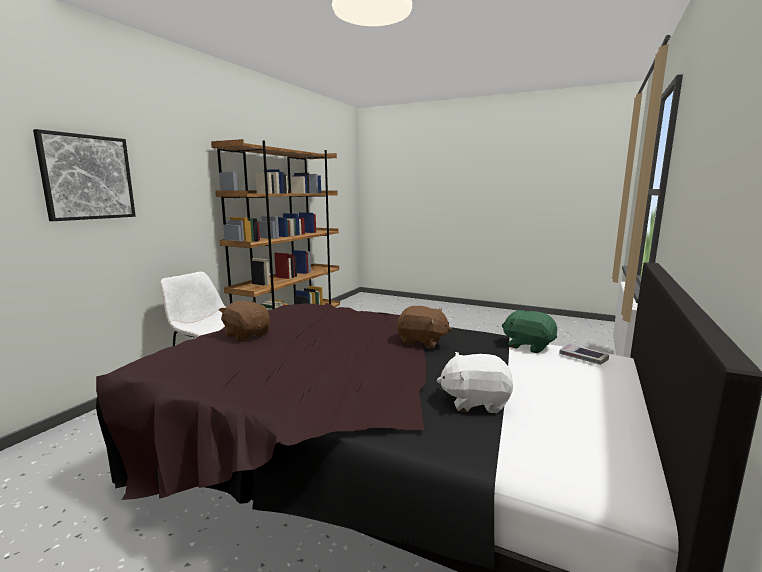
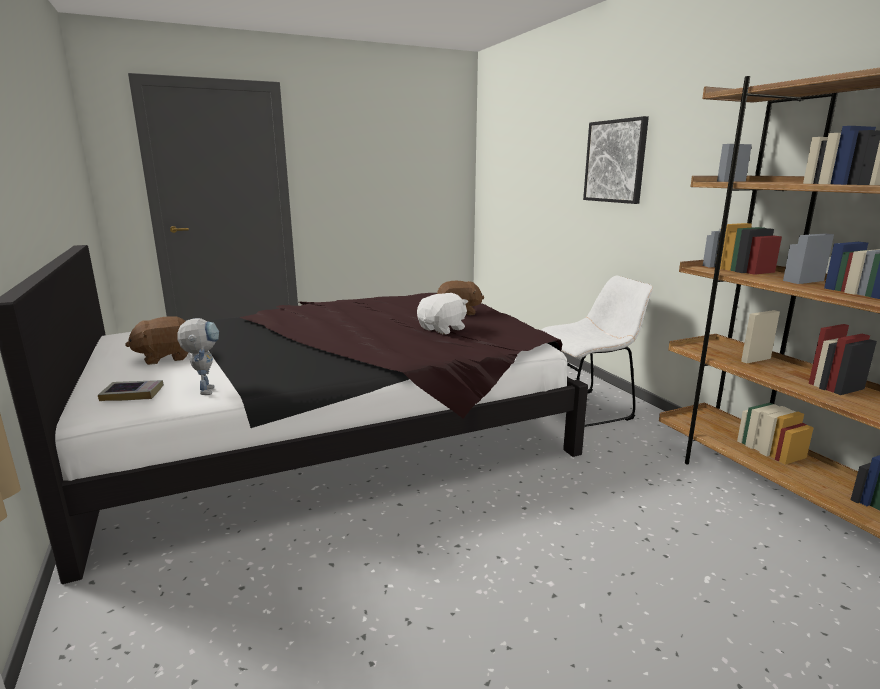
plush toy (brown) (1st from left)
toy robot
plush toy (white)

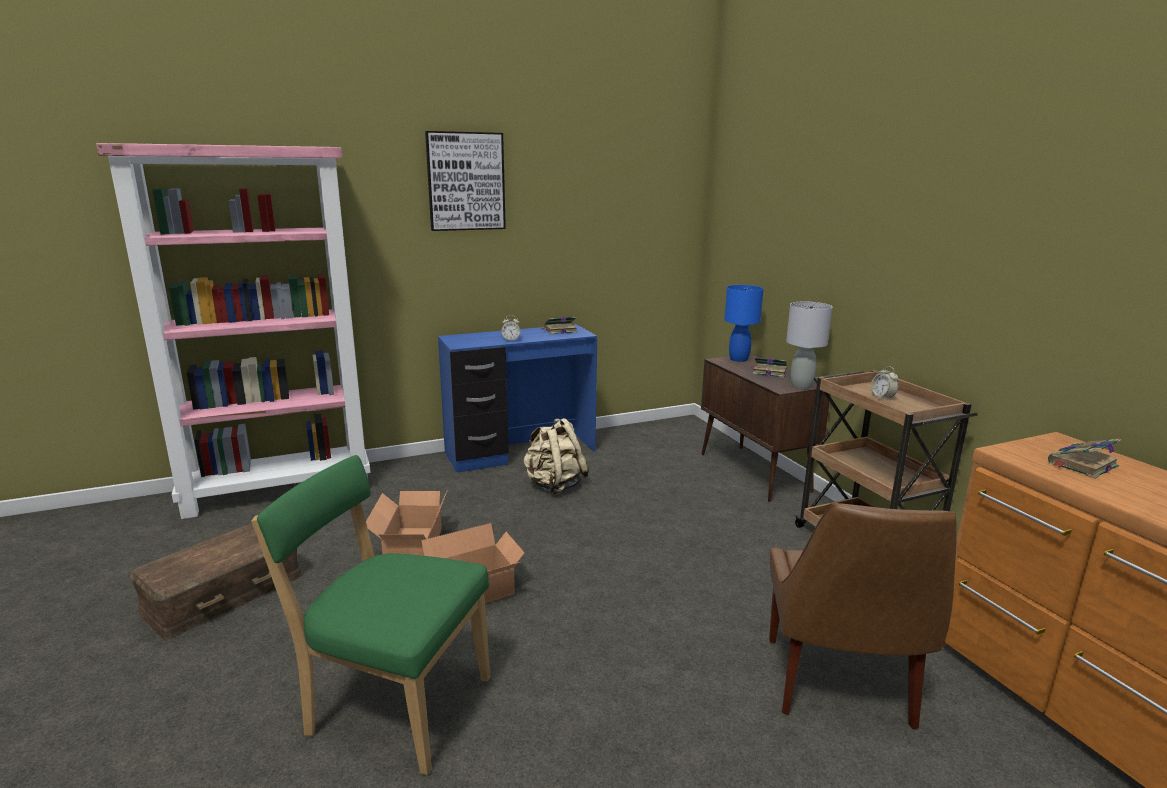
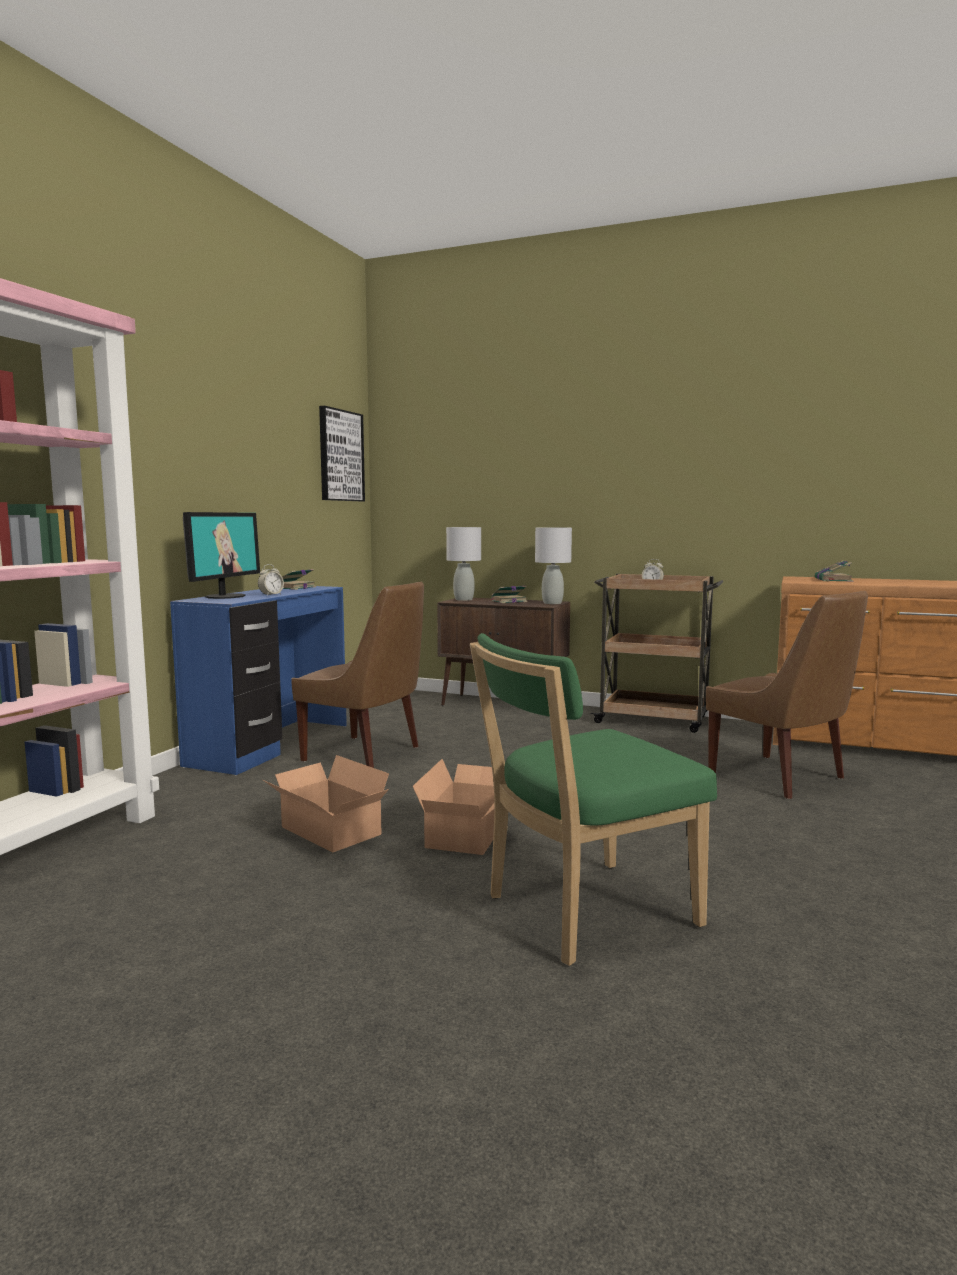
picture
table lamp (grey) (1st from left)
chair (brown) (1st from left)
storage box (brown)
monitor

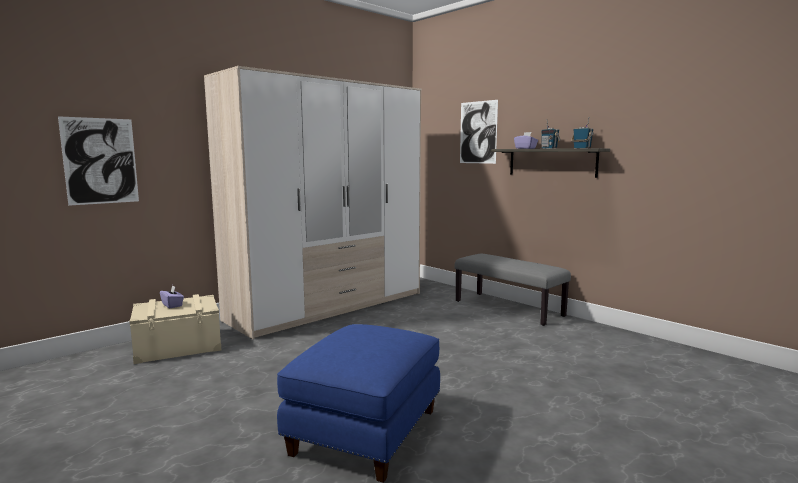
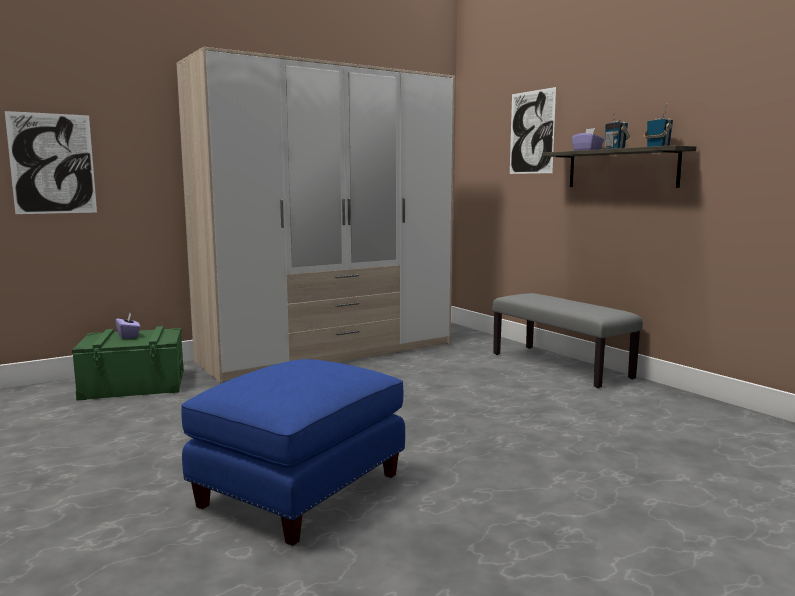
storage box (green)

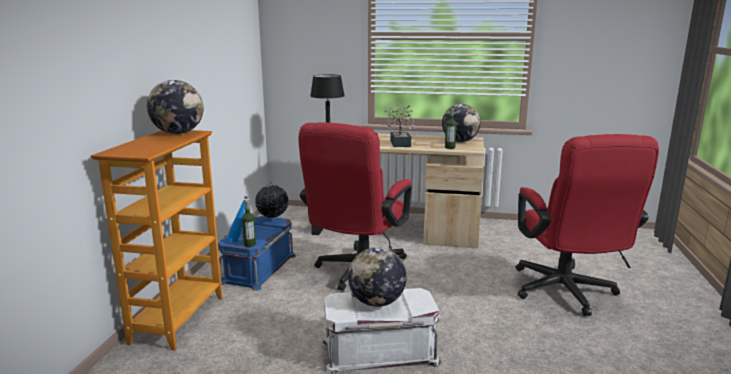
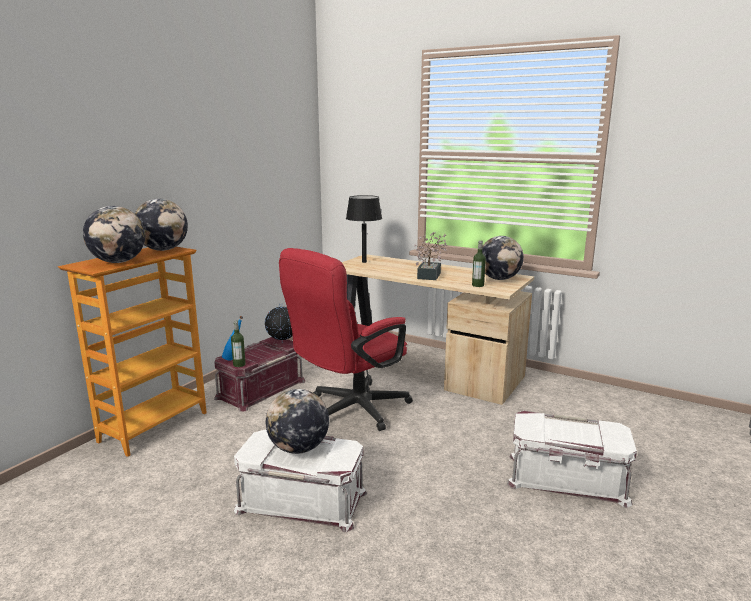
storage box (white) (2nd from left)
storage box (red)
globe (1st from left)

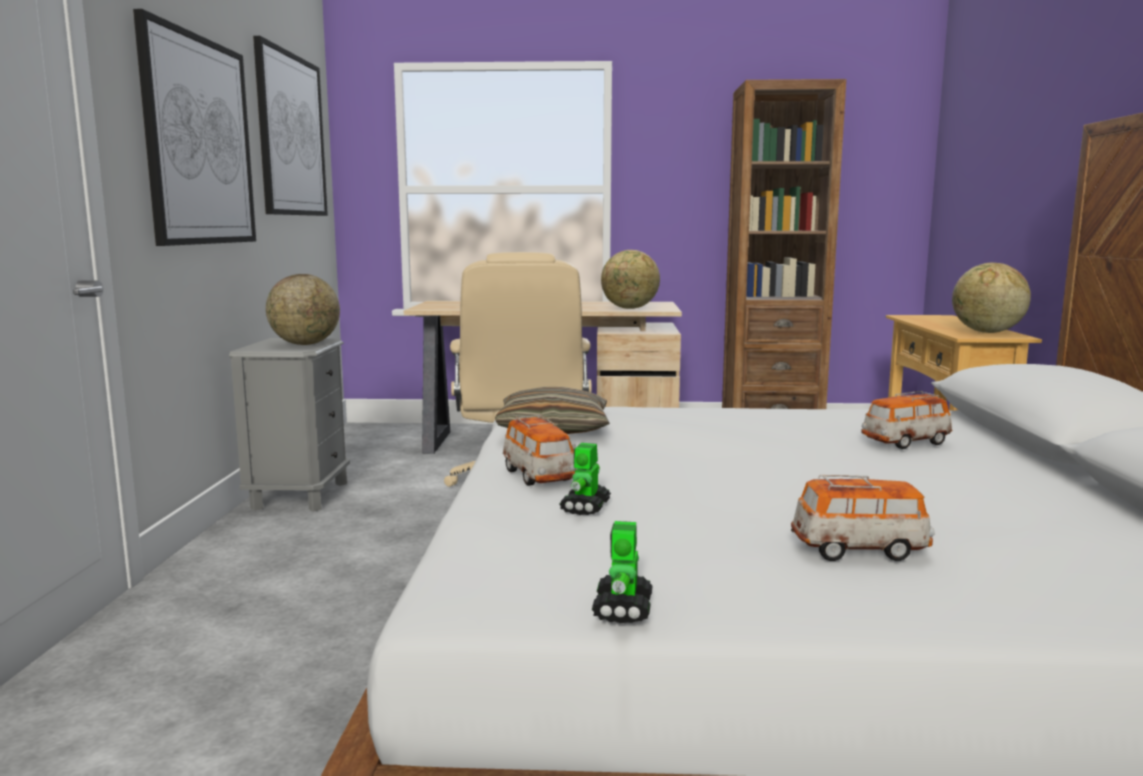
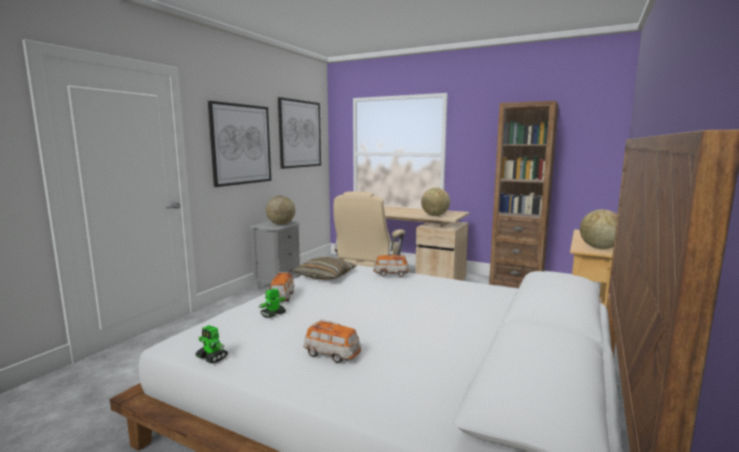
toy car (3rd from left)
toy robot (1st from left)

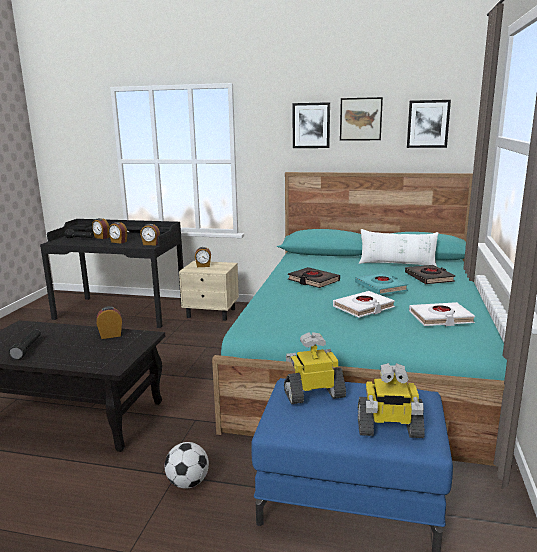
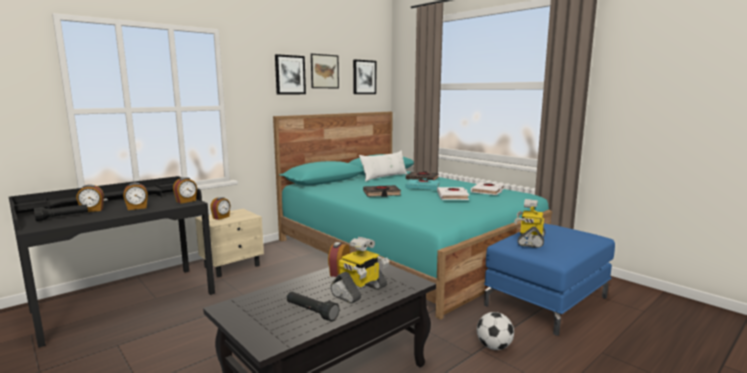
toy robot (1st from left)

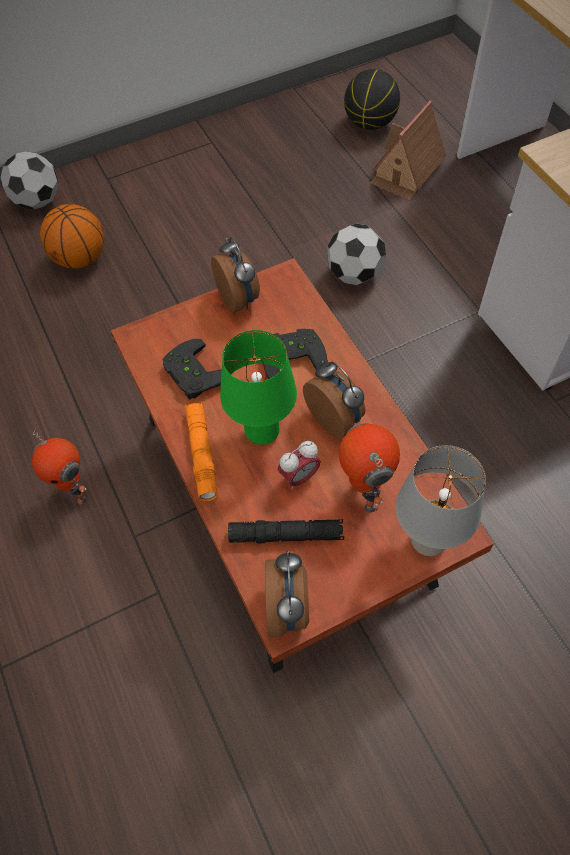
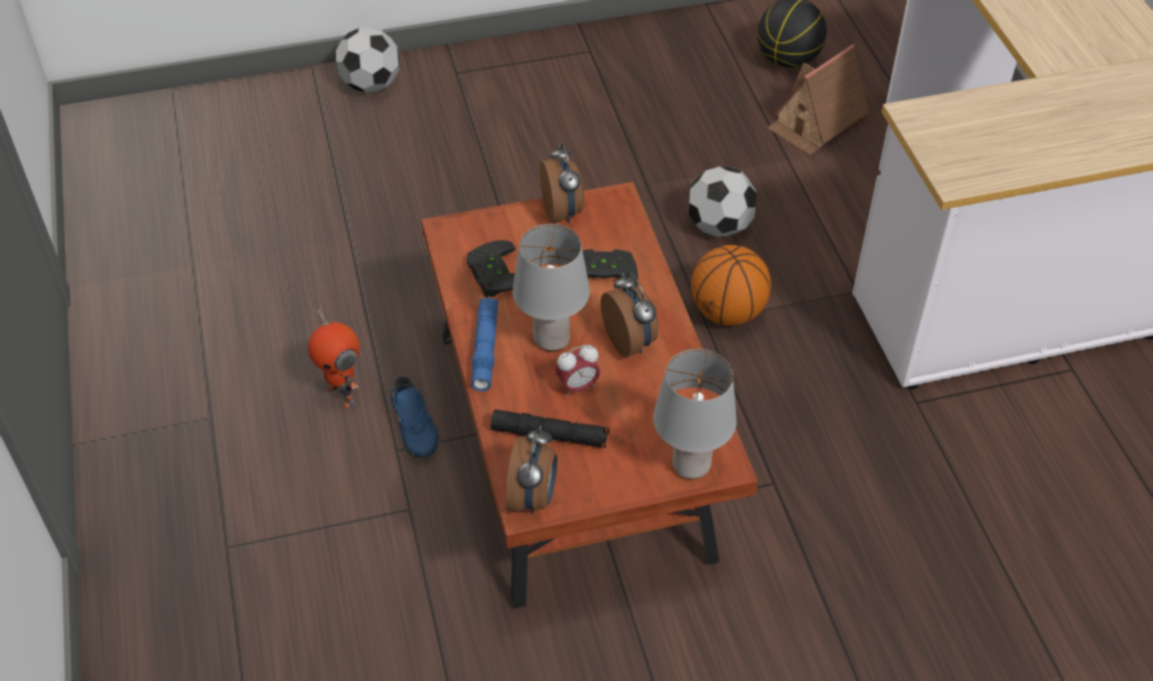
basketball (1st from left)
table lamp (grey) (1st from left)
flashlight (blue)
toy robot (2nd from left in the first image)
shoe (blue)

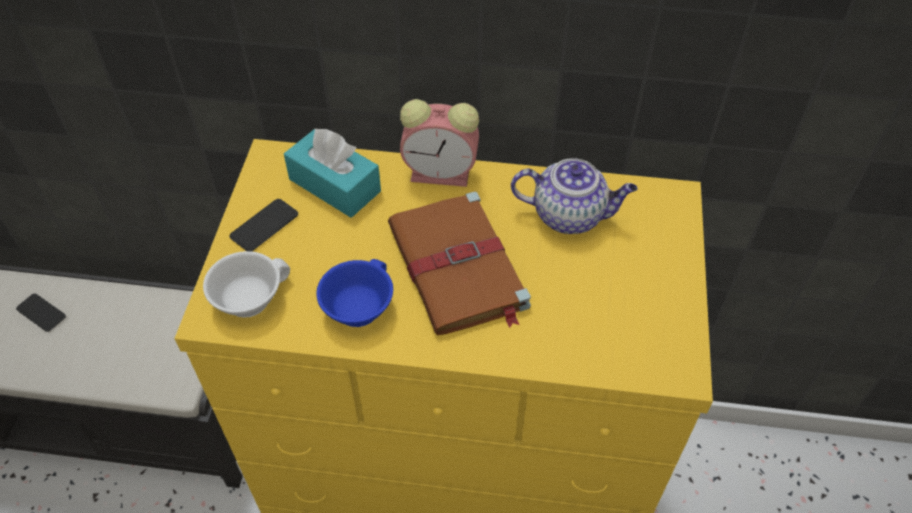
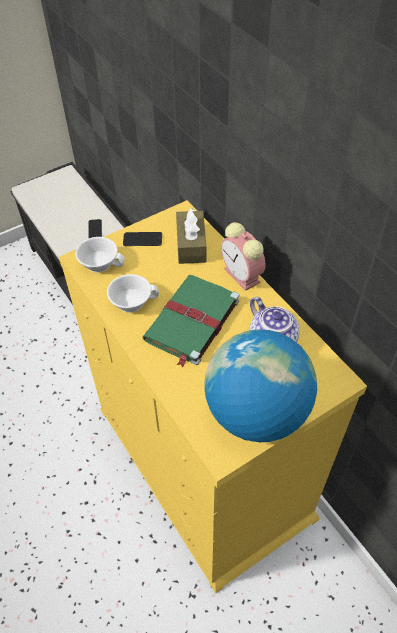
tissue box (brown)
book (green)
cup (white) (2nd from left)
globe

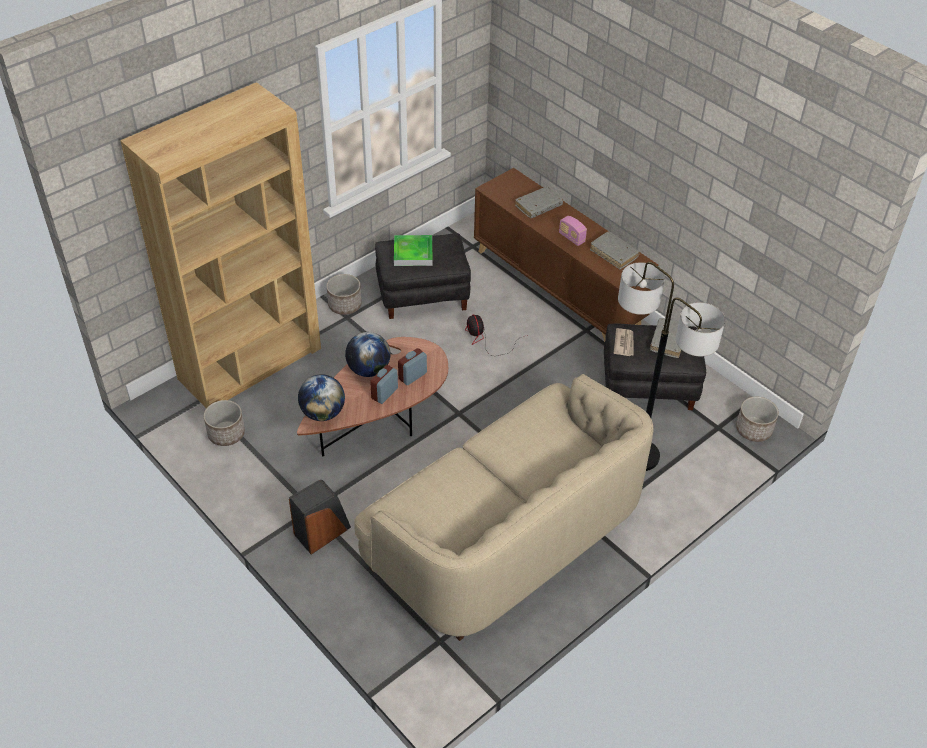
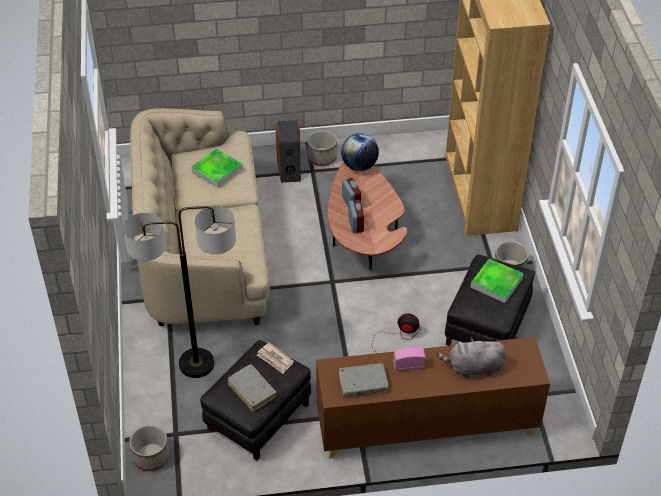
plush toy (grey)
globe (2nd from left in the first image)
planter (2nd from left)
tray (1st from left)

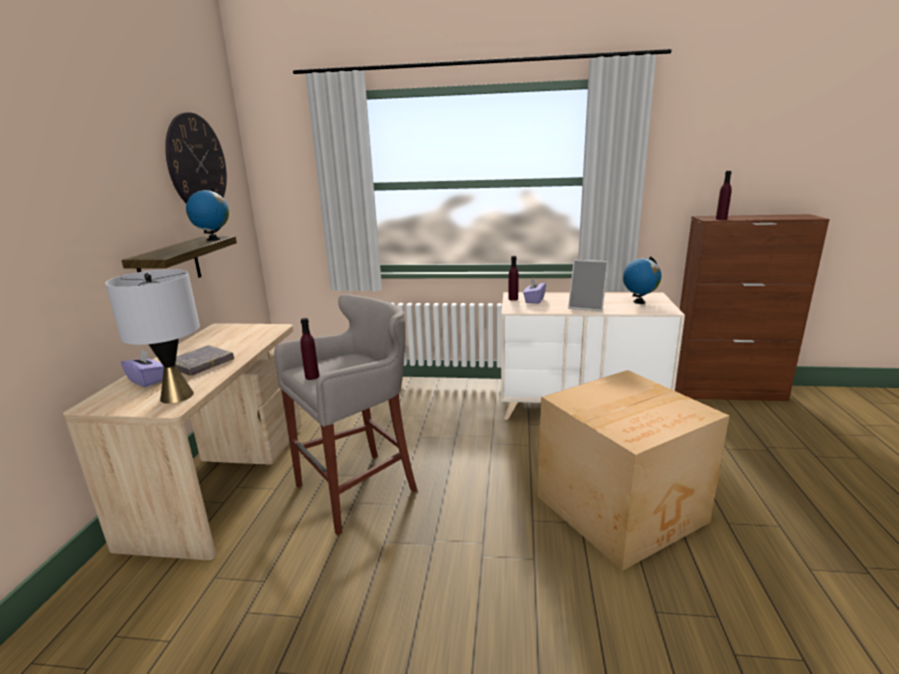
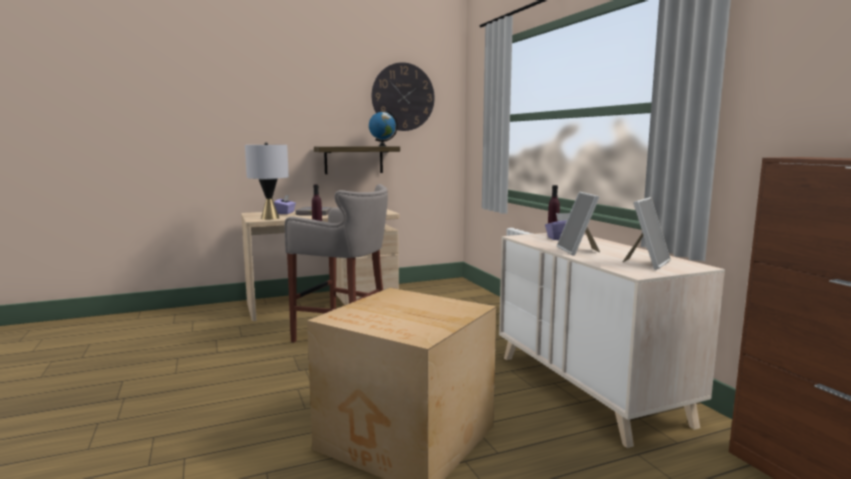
bottle (purple) (3rd from left in the first image)
picture frame (2nd from left)

